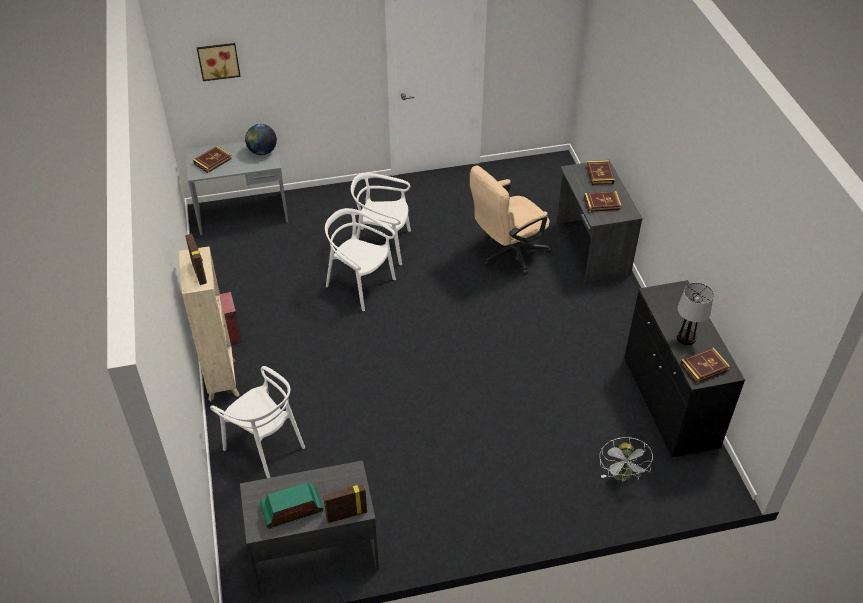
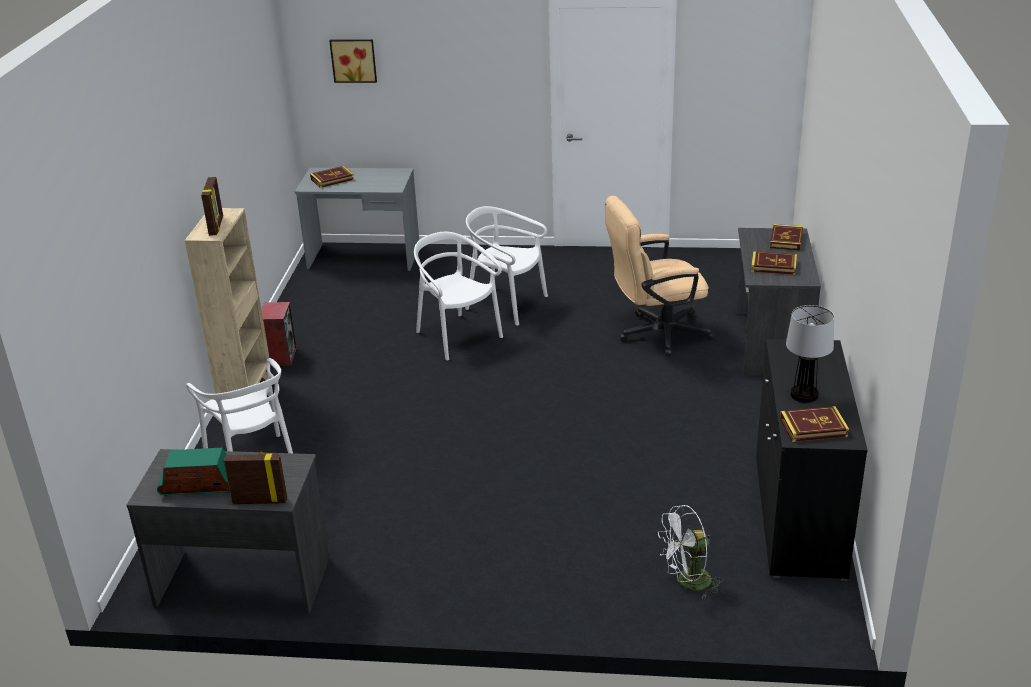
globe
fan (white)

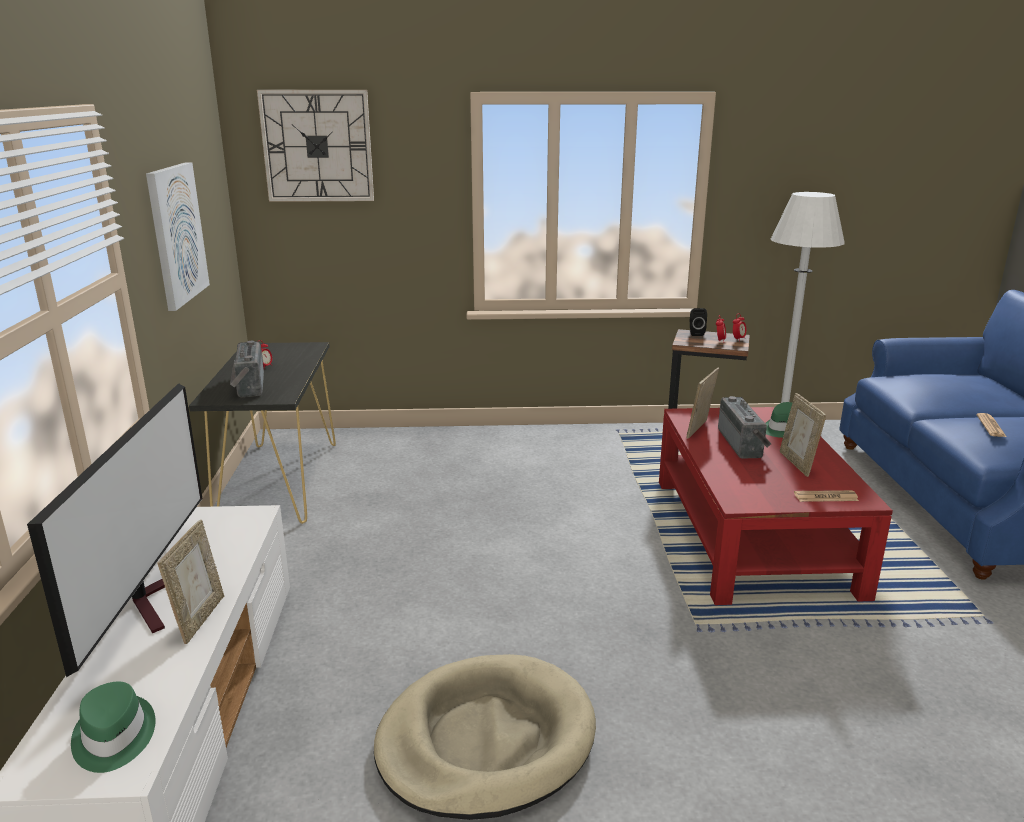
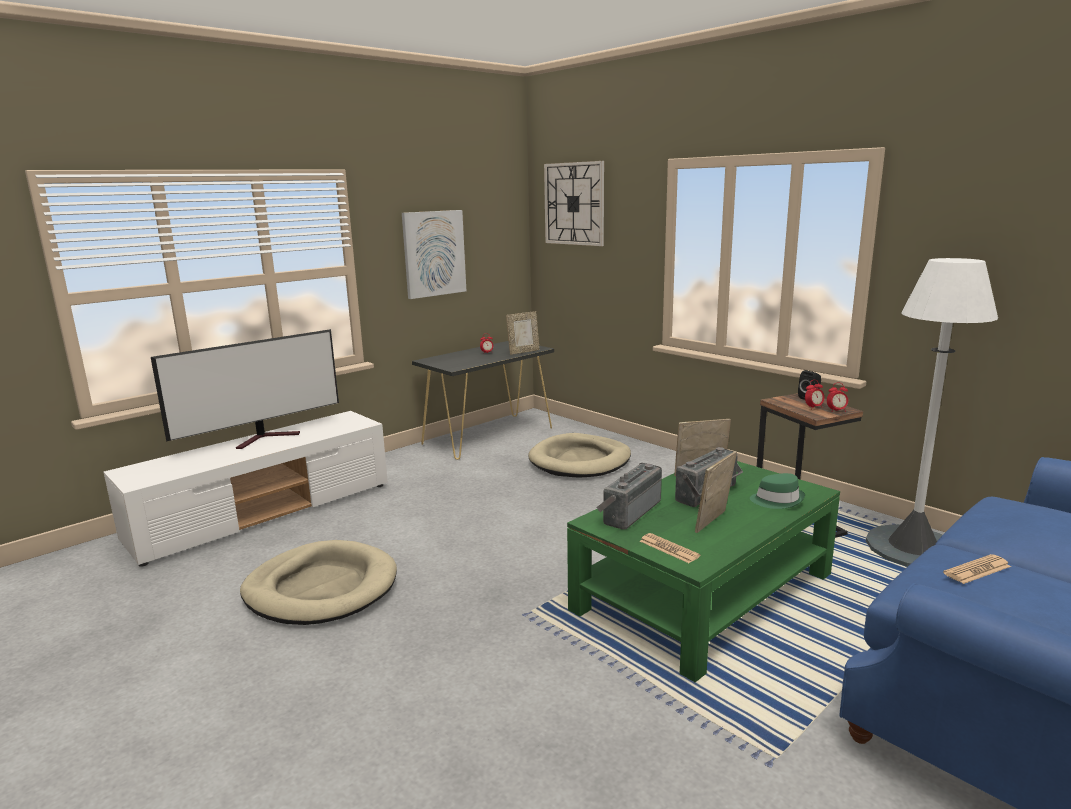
radio (1st from left)
coffee table (green)
picture frame (1st from left)
hat (green) (1st from left in the first image)
dog bed (beige) (2nd from left)

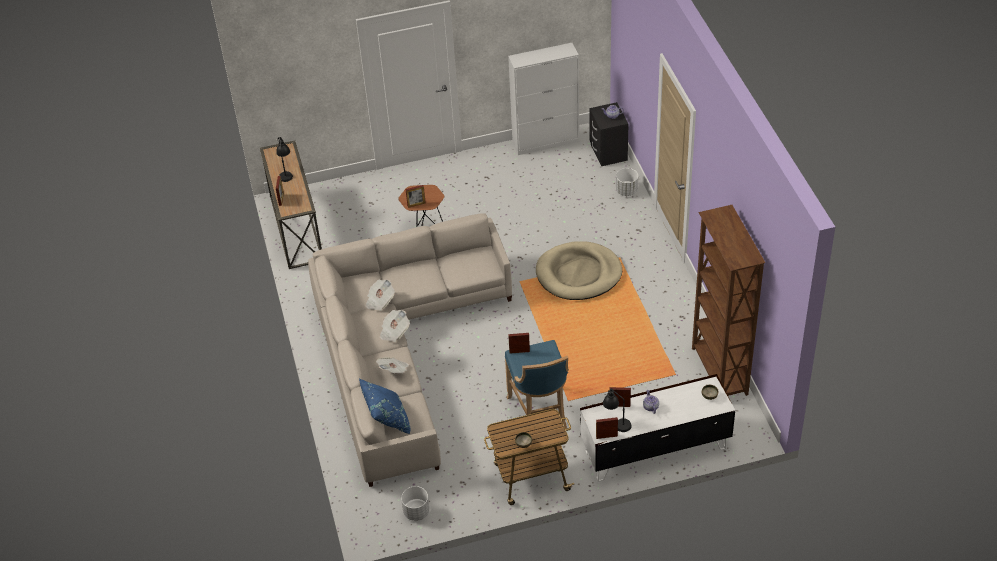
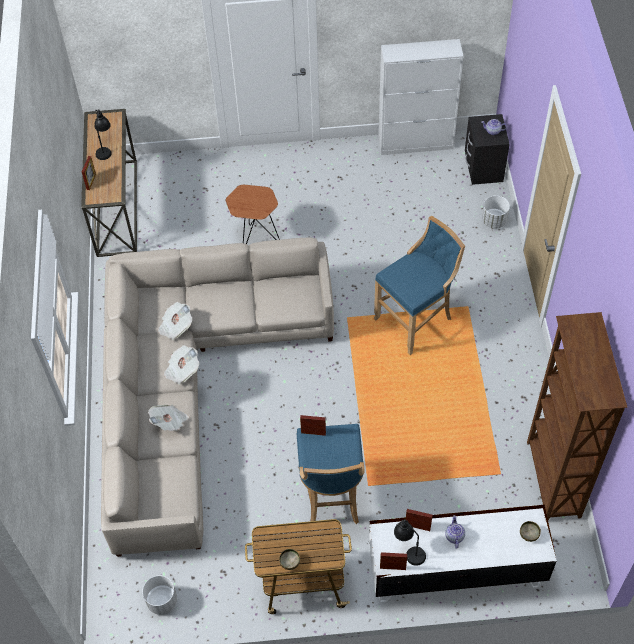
picture frame (2nd from left in the first image)
stool (blue) (2nd from left)
pillow (blue)

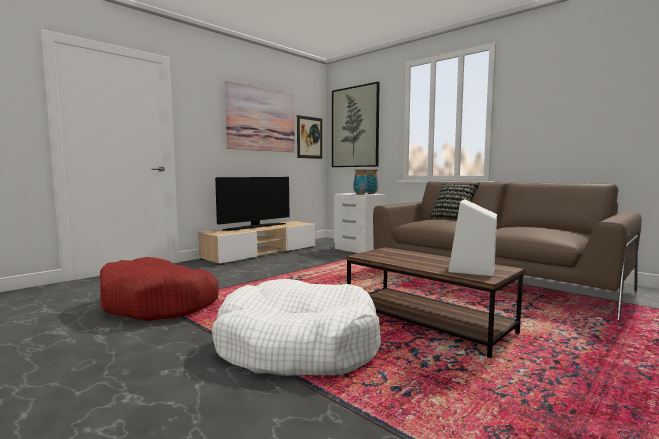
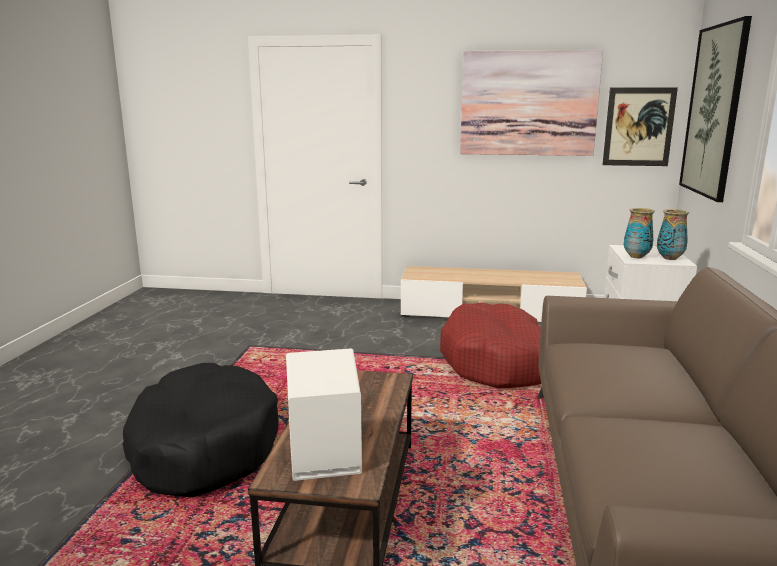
television
pillow
dog bed (red)
dog bed (black)

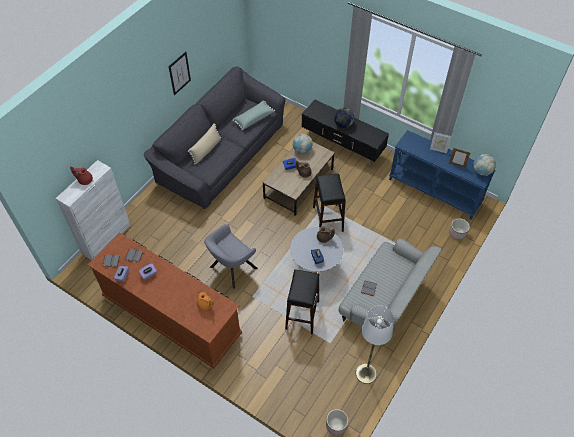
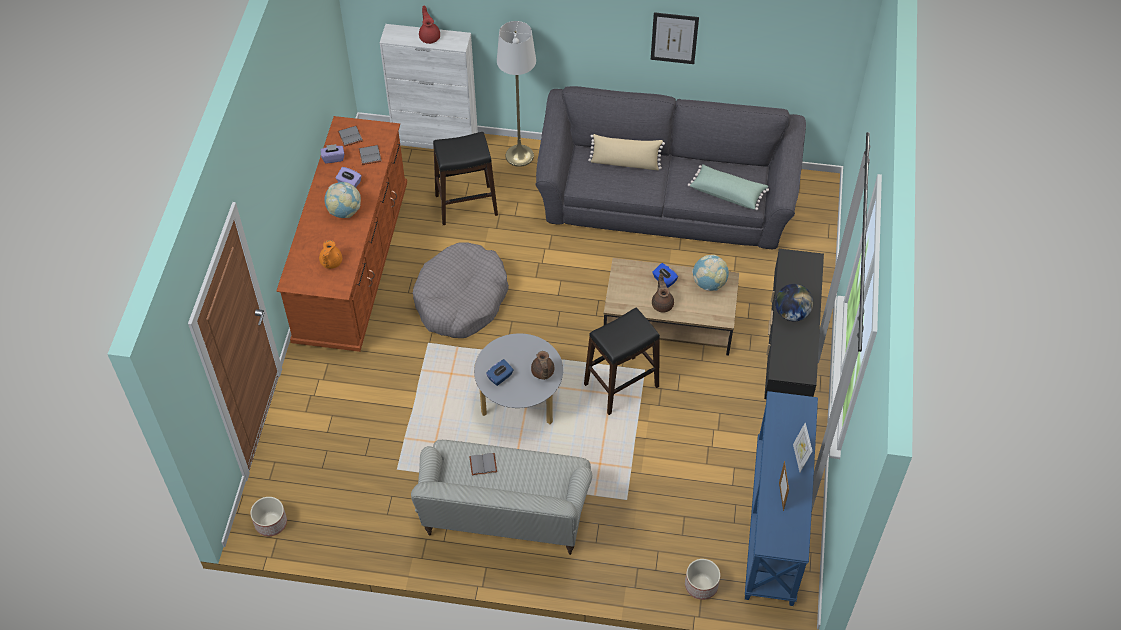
globe (1st from left)
dog bed (grey)
stool (black) (1st from left)
floor lamp (white)

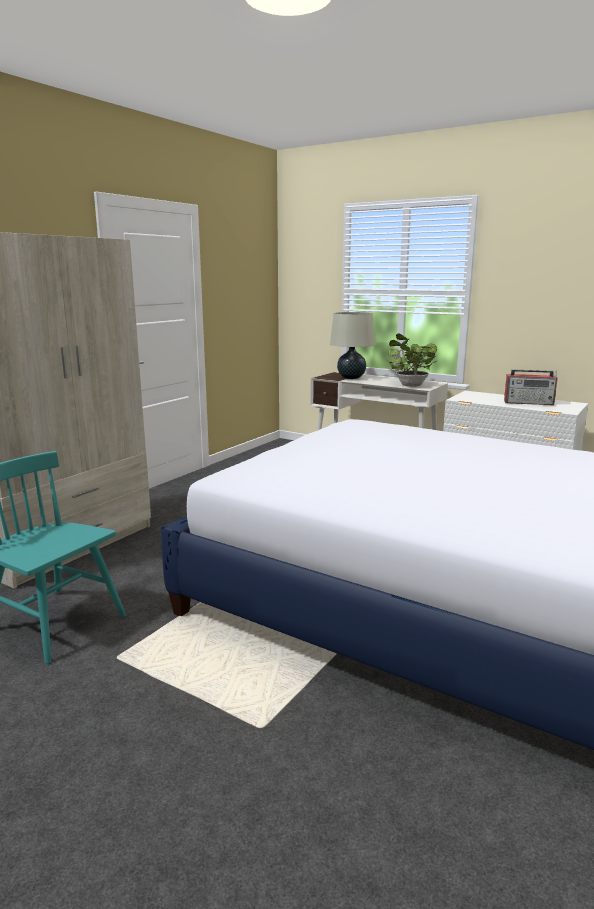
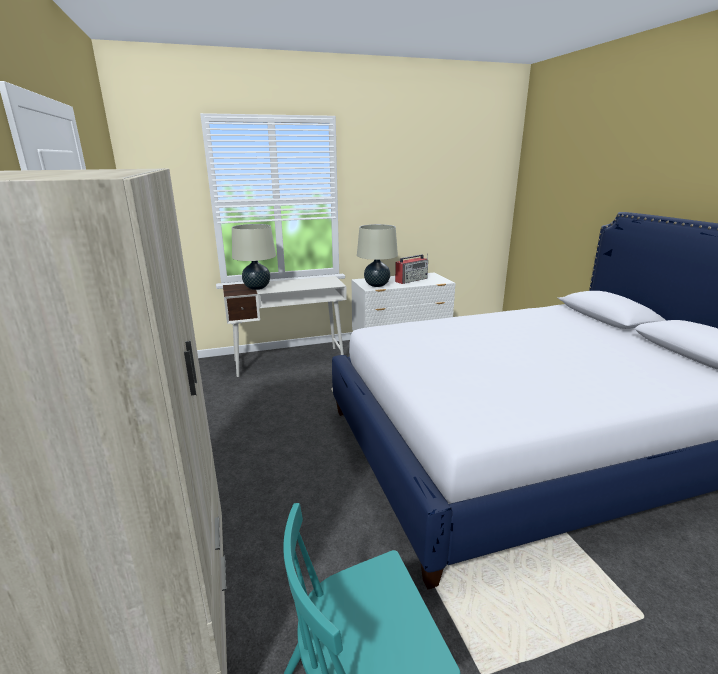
potted plant
table lamp (beige) (2nd from left)

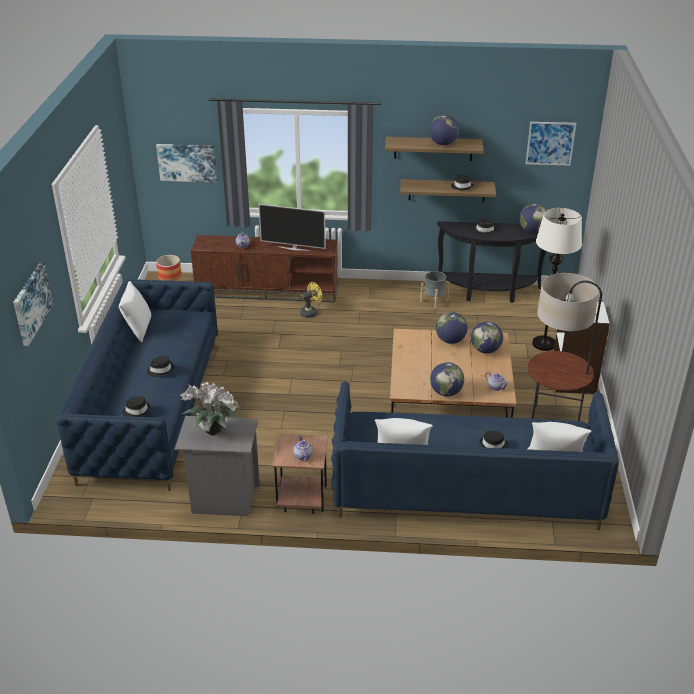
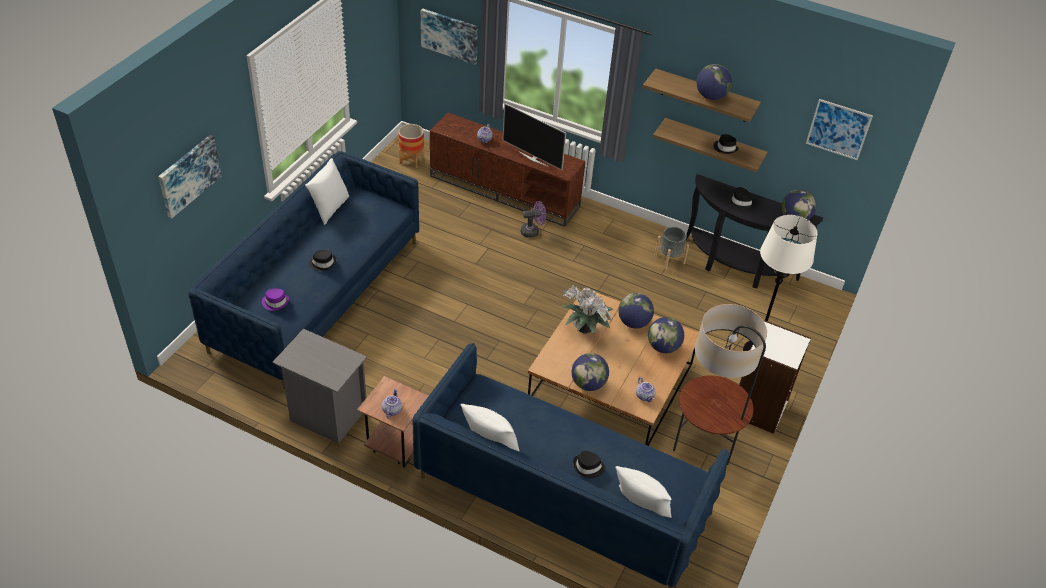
fan (purple)
potted plant
hat (purple)

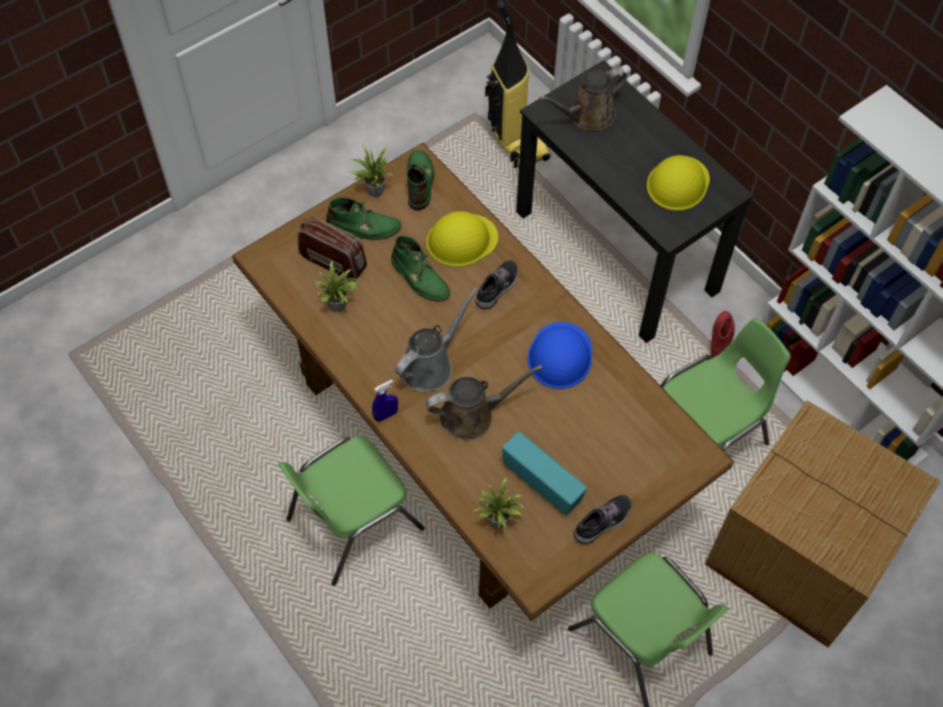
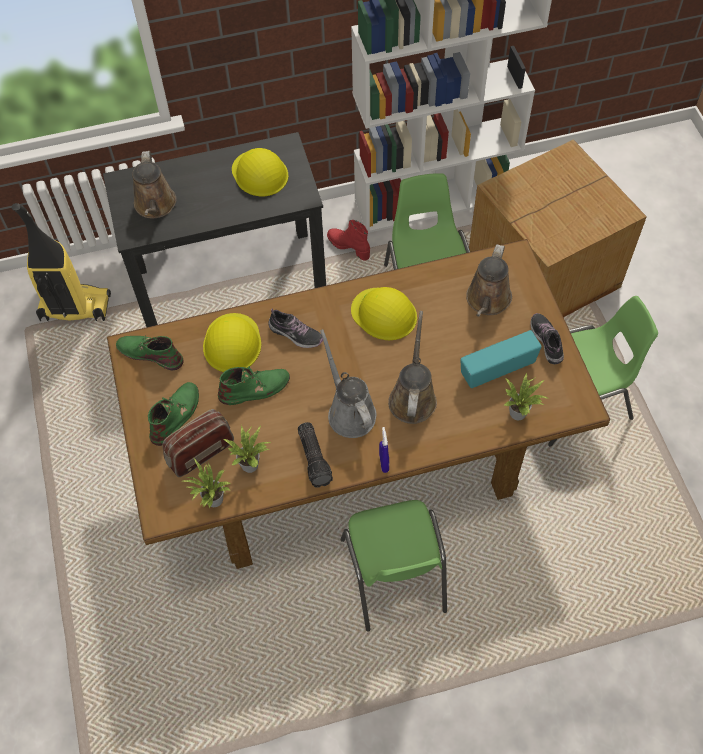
potted plant (1st from left)
shoe (1st from left)
hard hat (yellow) (3rd from left)
watering can (brown) (3rd from left)
flashlight

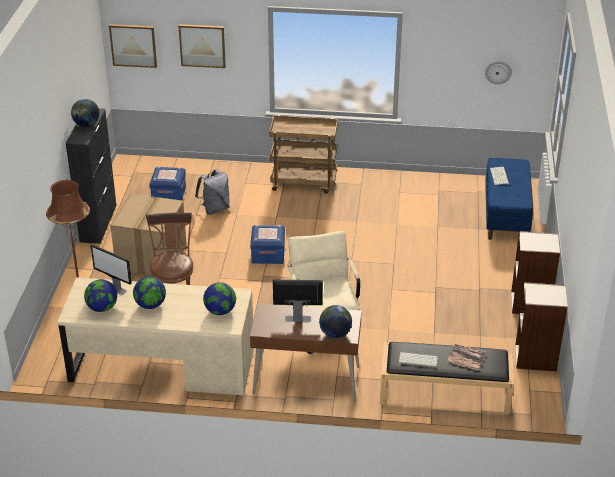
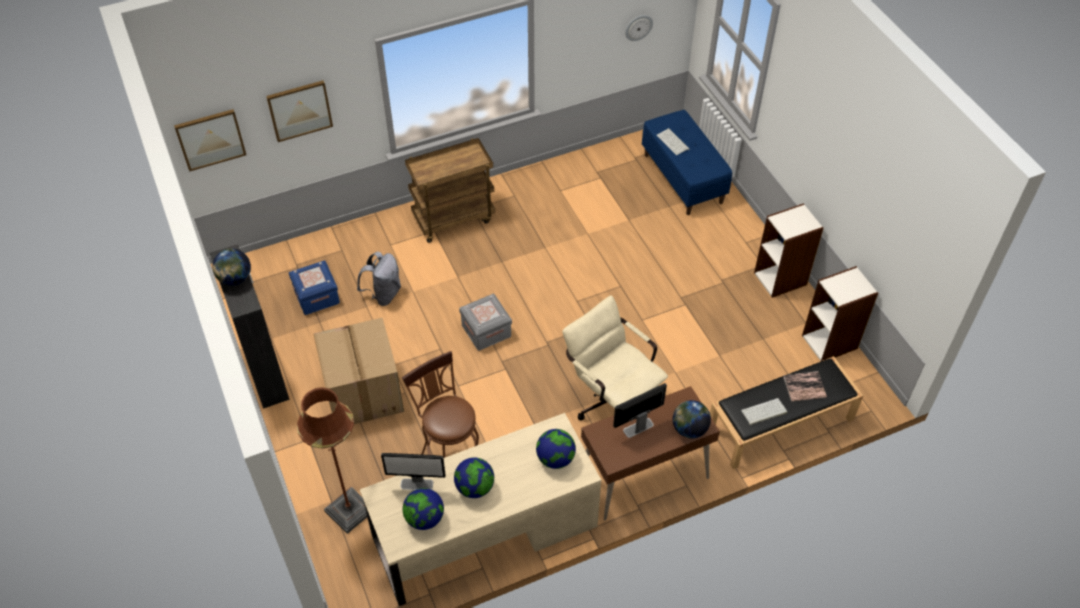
storage box (grey)

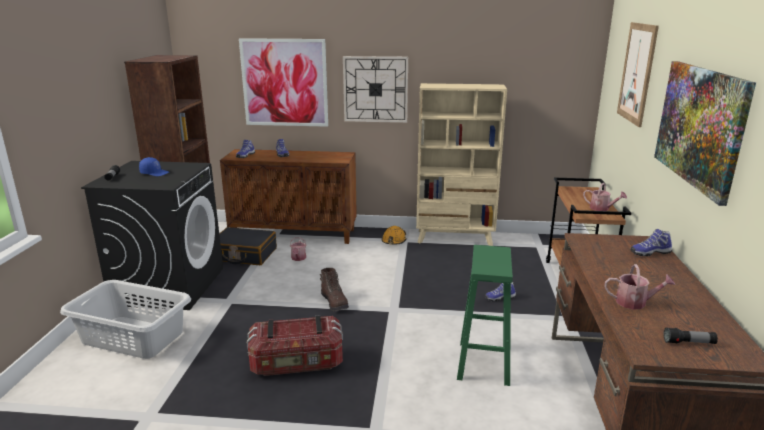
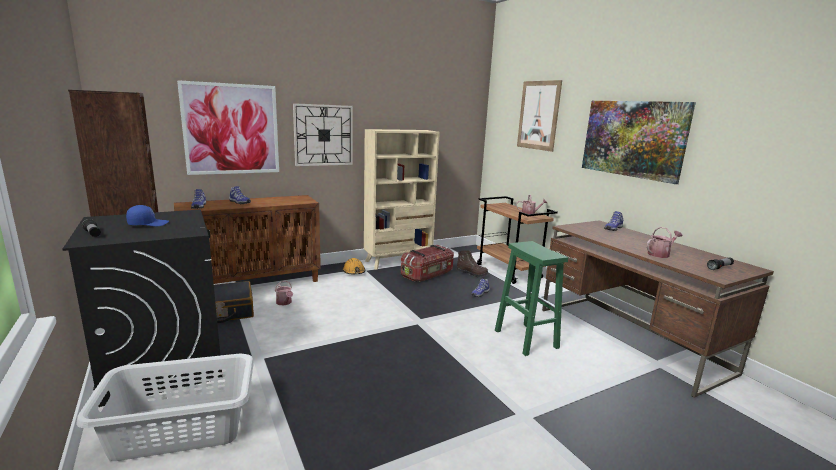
boot (brown)
storage box

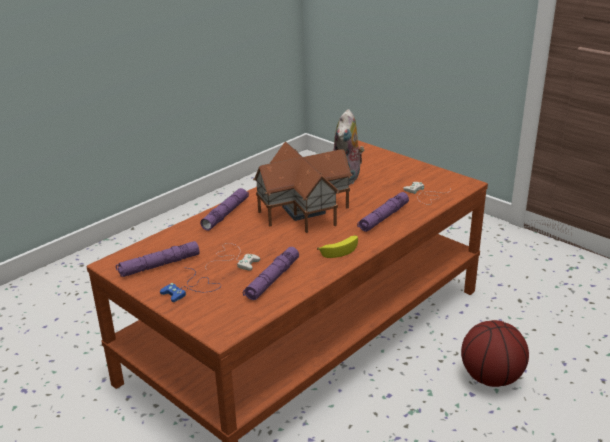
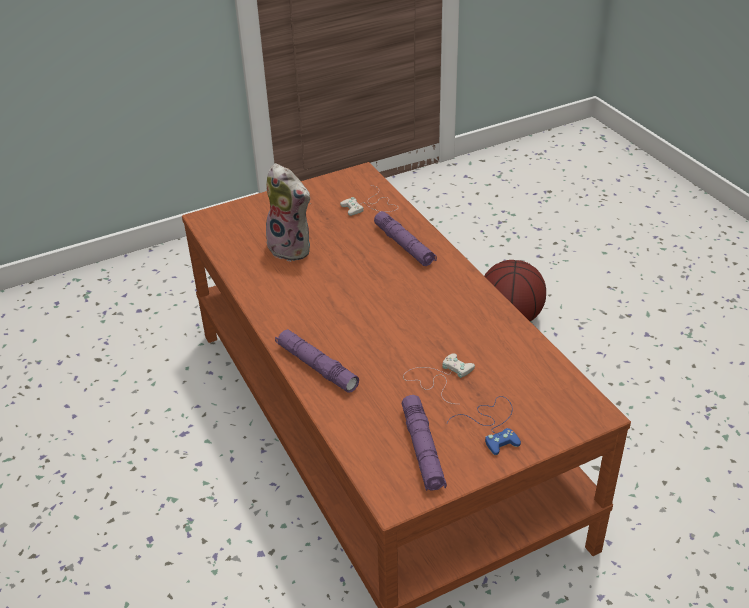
toy house
banana
flashlight (purple) (3rd from left in the first image)

